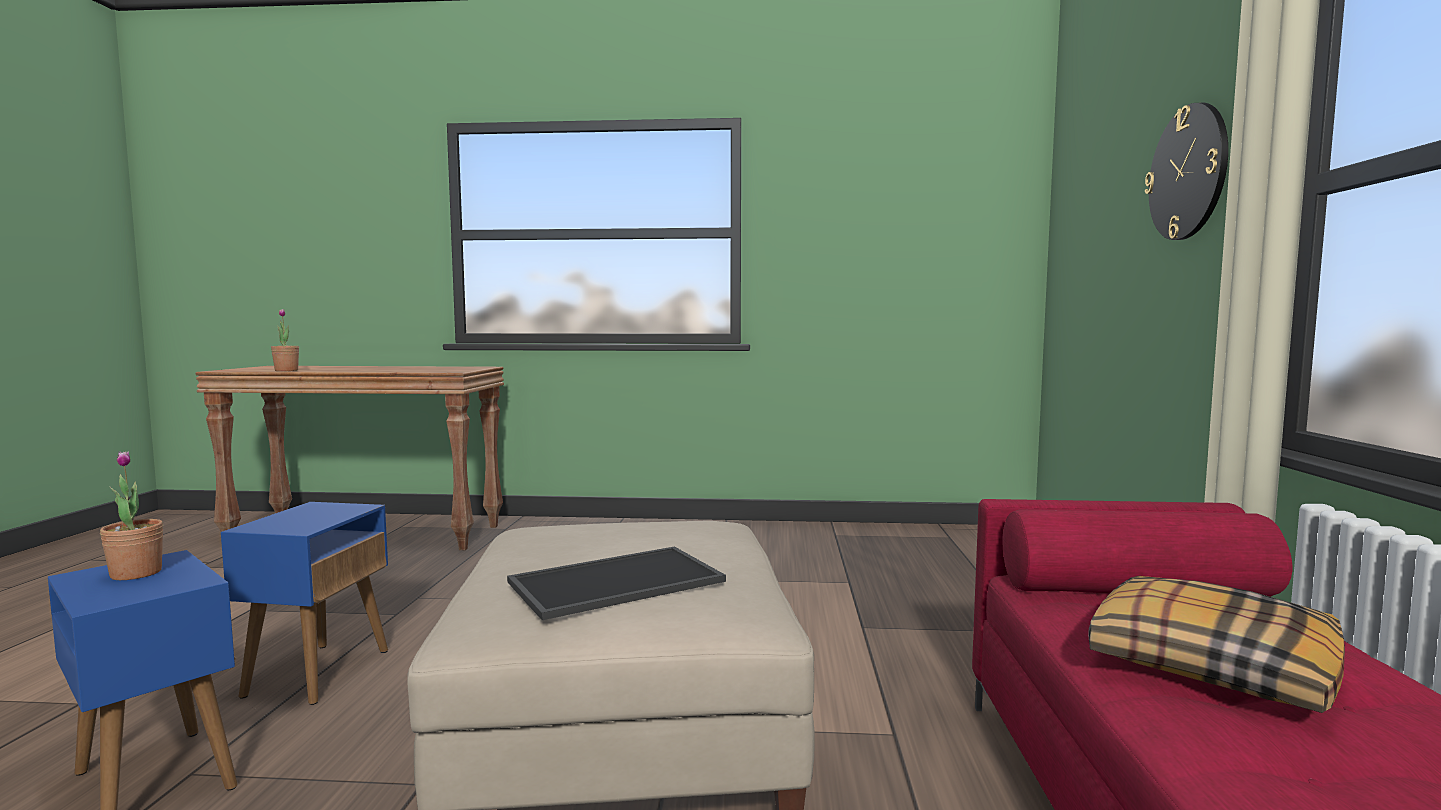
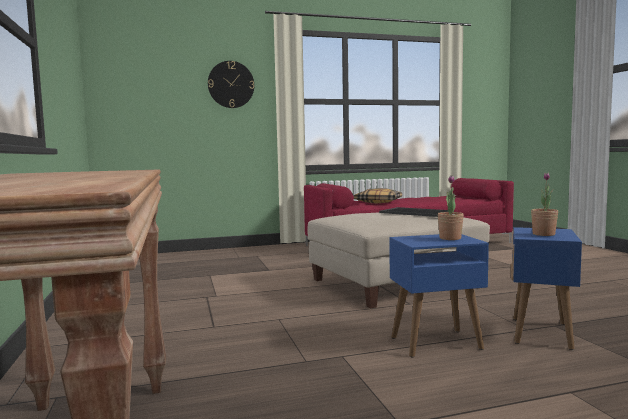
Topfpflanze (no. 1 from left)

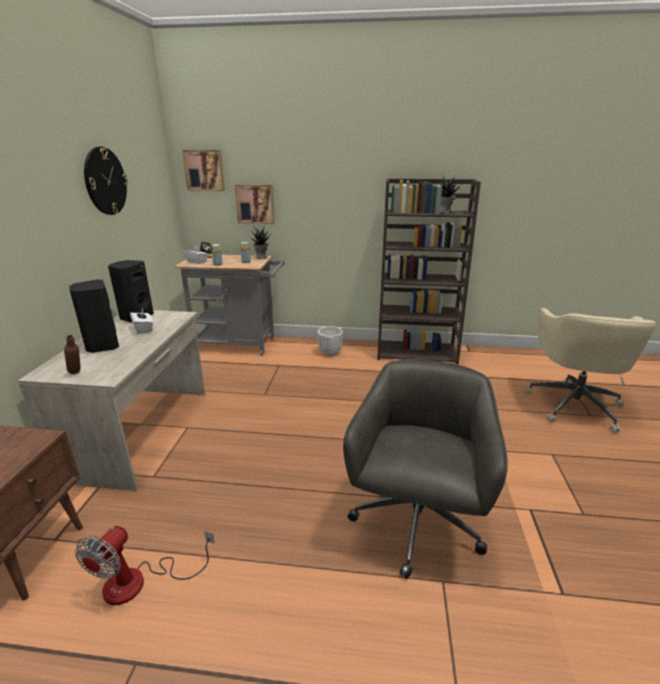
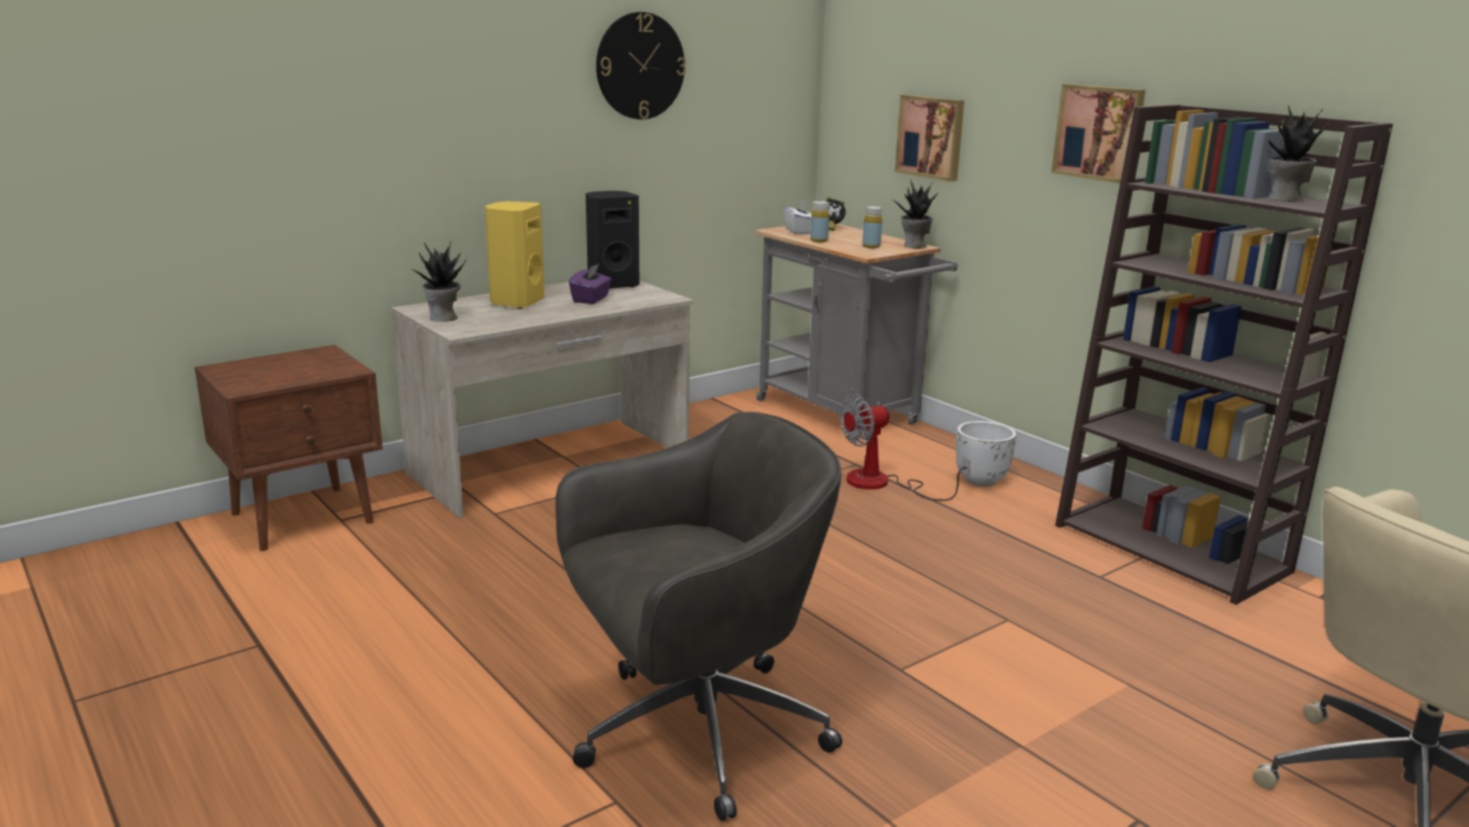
Topfpflanze (no. 1 from left)
Lautsprecher/gelb
Taschentuchbox/lila
Ventilator
Bild (no. 2 from left)

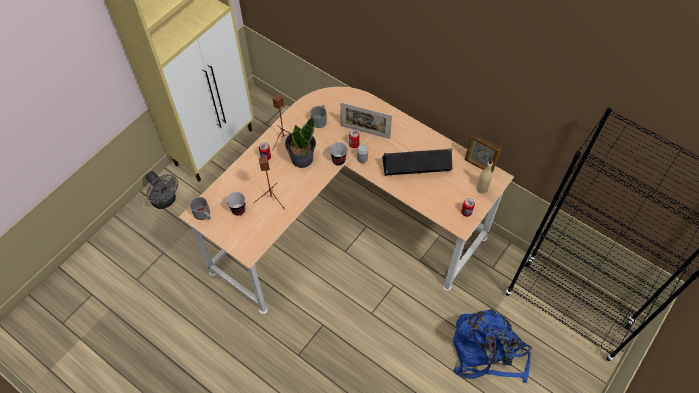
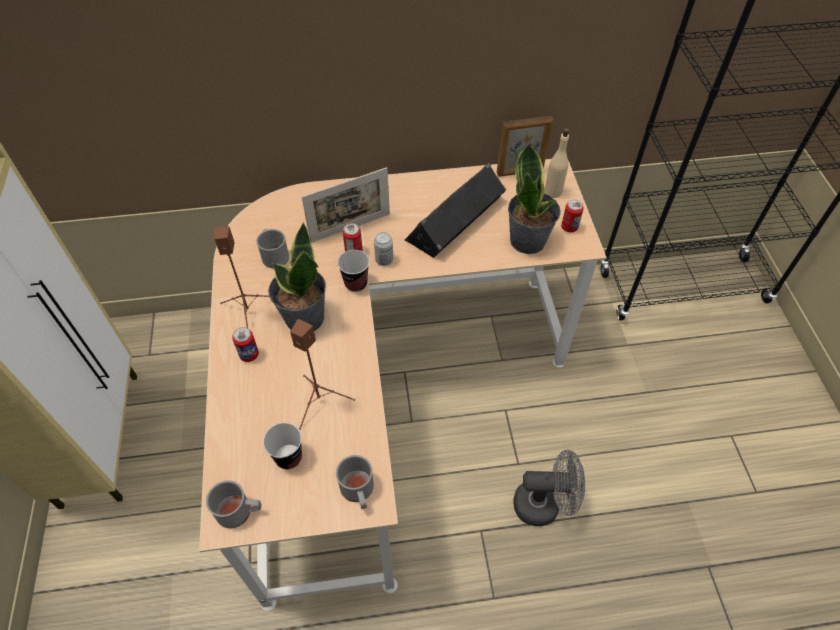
Henkelbecher/grau (no. 3 from left)
Topfpflanze (no. 2 from left)
Ventilator/grau
Rucksack/blau

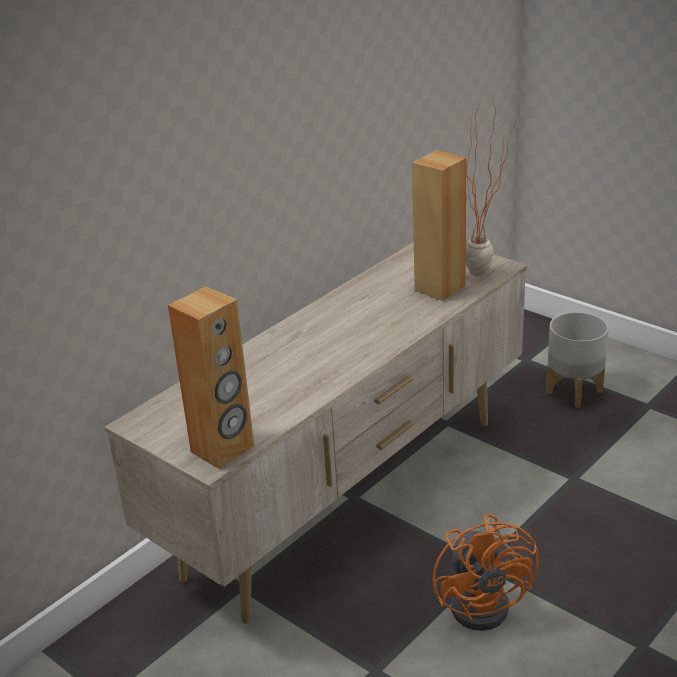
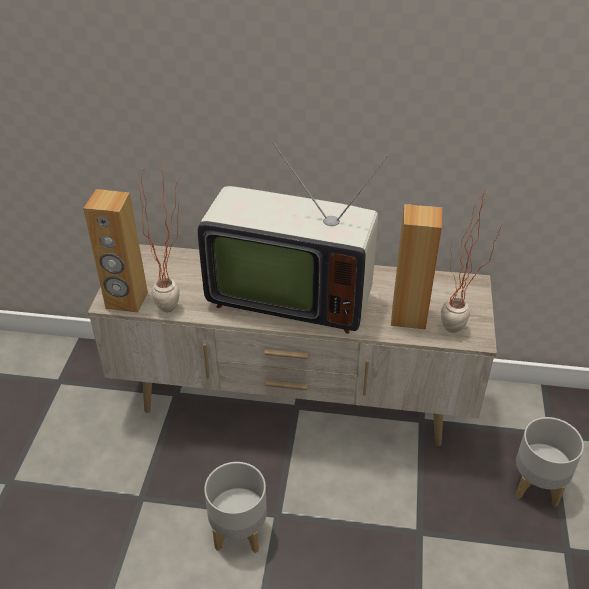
Topfpflanze (no. 1 from left)
Fernseher
Pflanzkübel/grau (no. 1 from left)

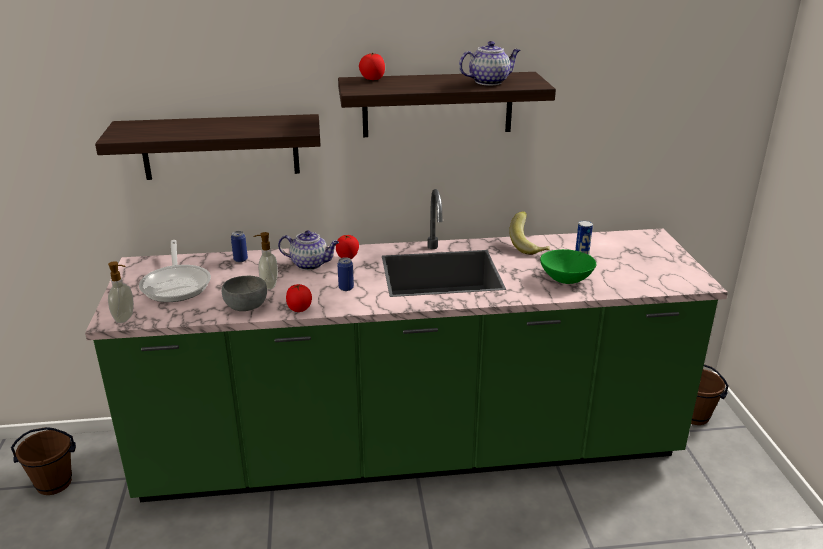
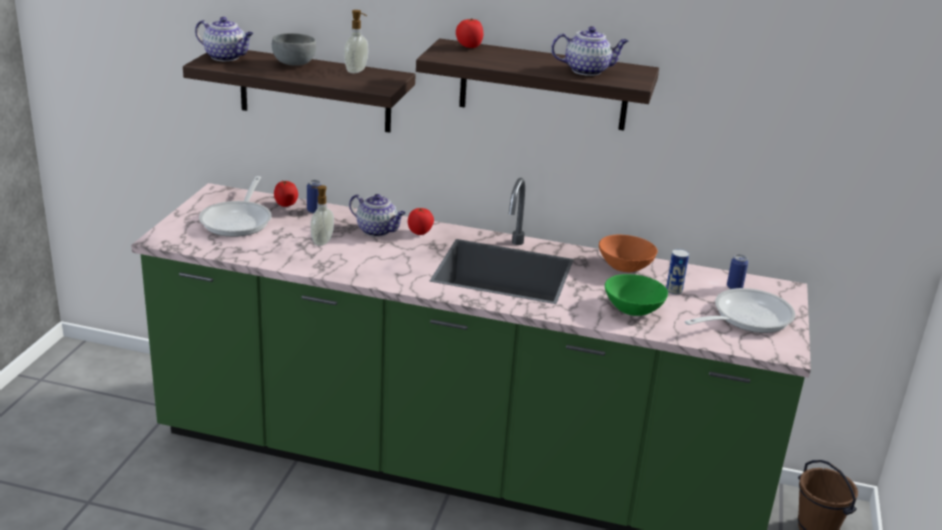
Teekanne (no. 1 from left)
Schüssel/grau
Tomate (no. 1 from left)
Seifenspender (no. 2 from left)
Schüssel/orange
Pfanne (no. 2 from left)
Dose (no. 3 from left)
Eimer/braun (no. 1 from left in the first image)

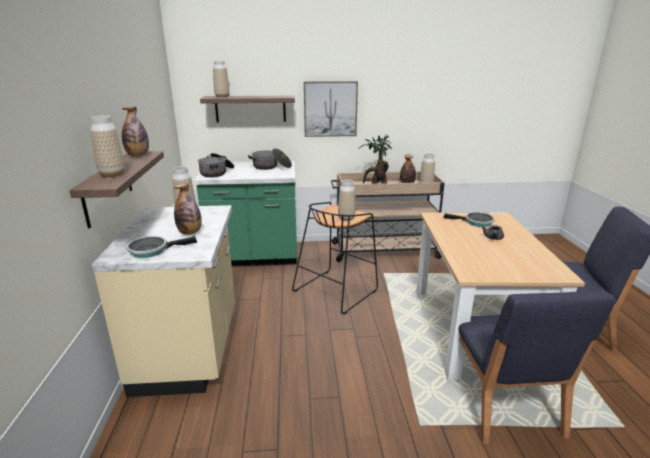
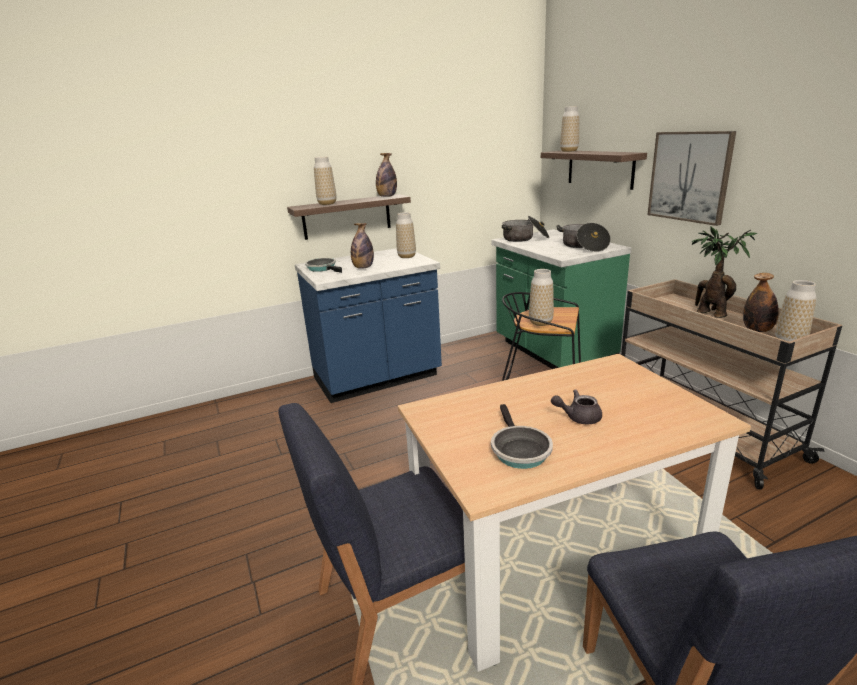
Küchenzeile/blau
Pfanne (no. 2 from left)

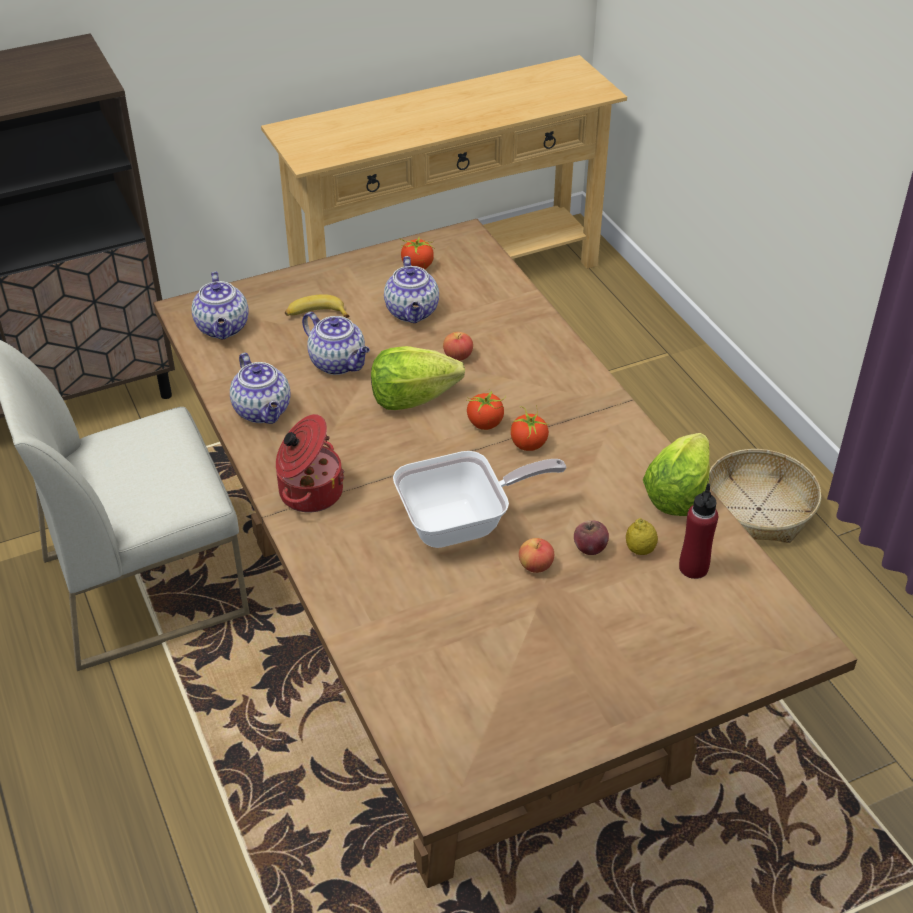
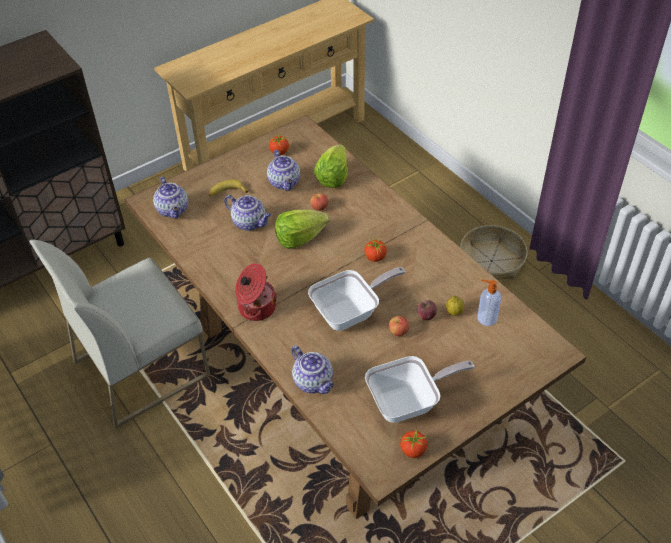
Teekanne (no. 4 from left)
Salatkopf (no. 2 from left)
Pfanne (no. 2 from left)
Tomate (no. 3 from left)
Seifenspender

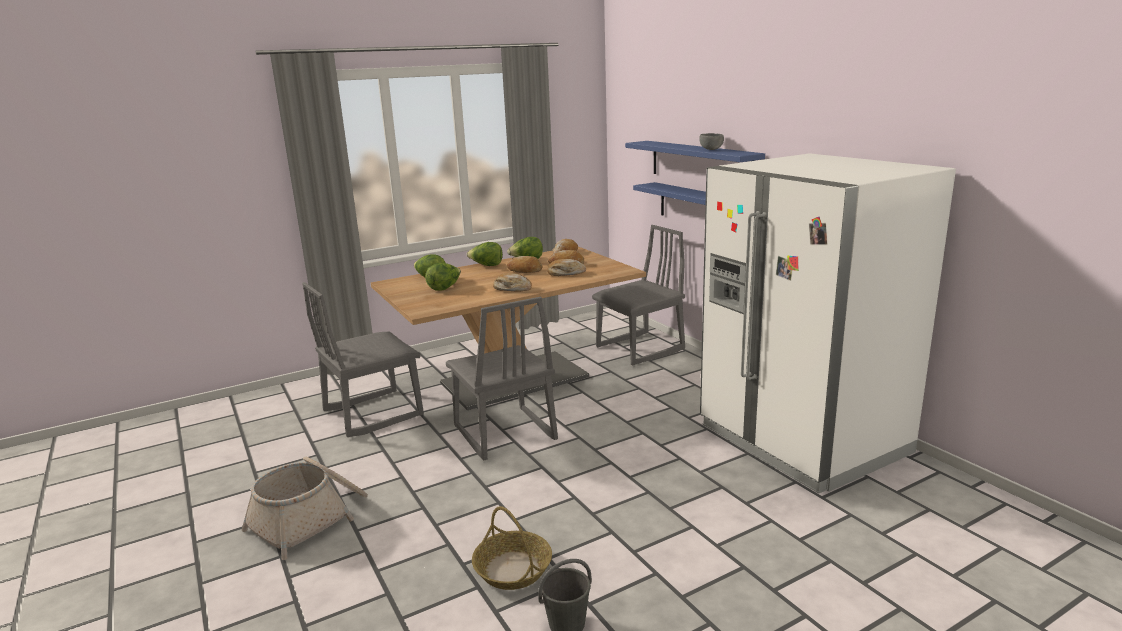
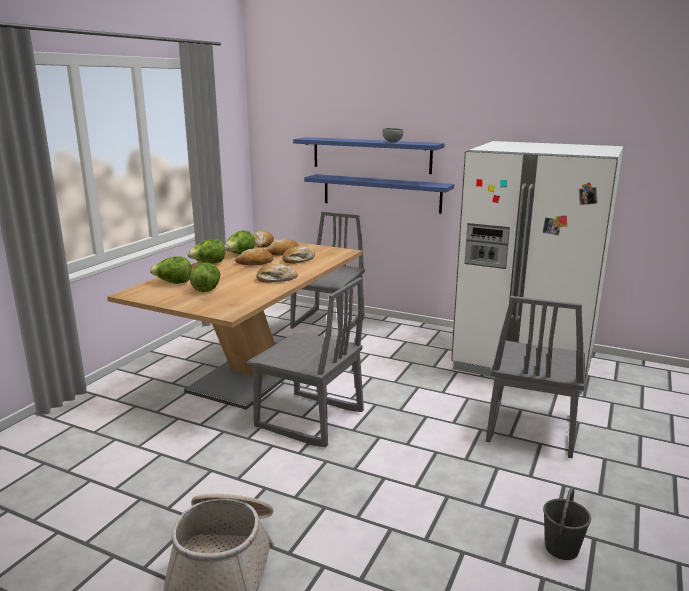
Stuhl/grau (no. 3 from left)
Korb (no. 2 from left in the first image)

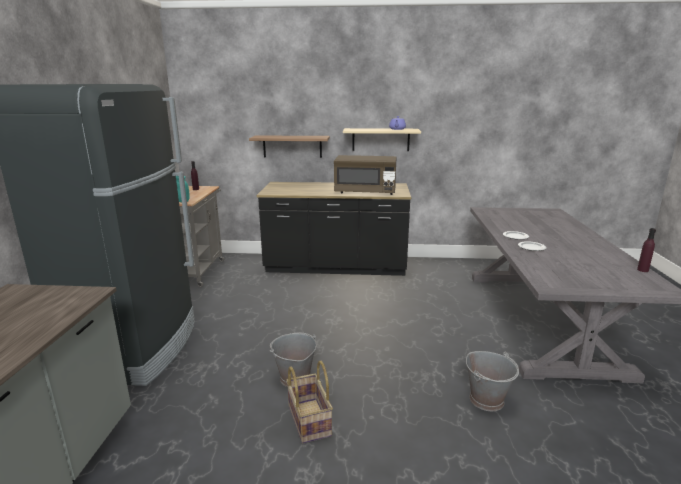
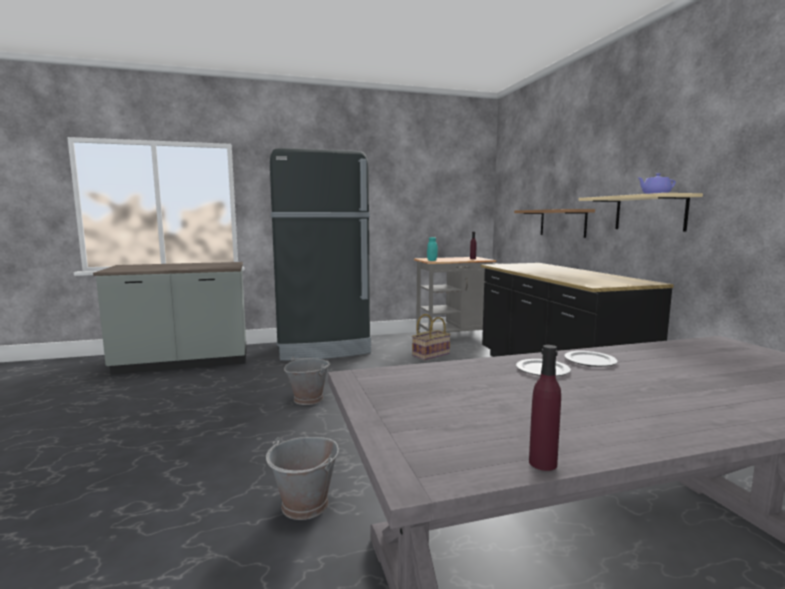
Korb
Mikrowelle/braun

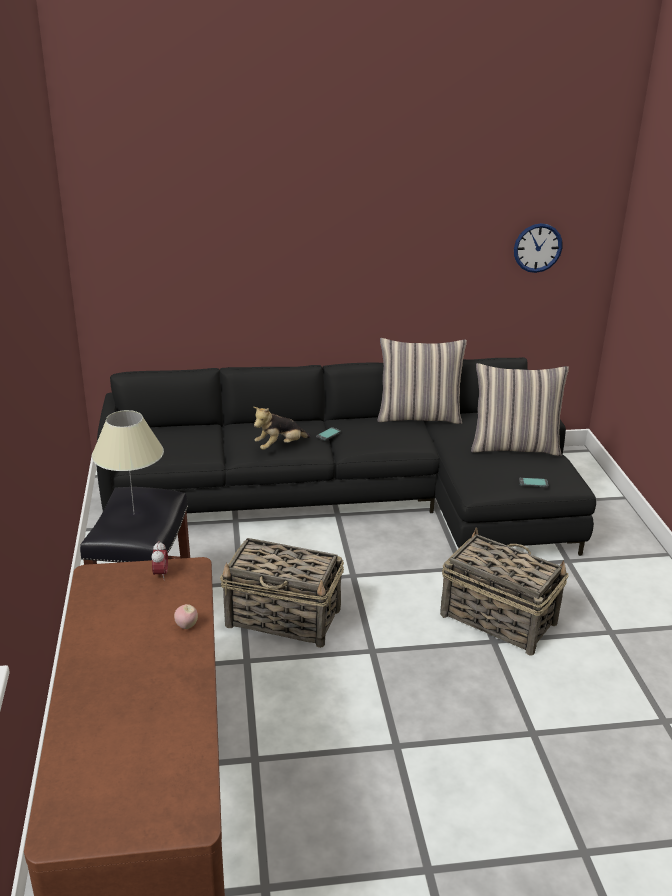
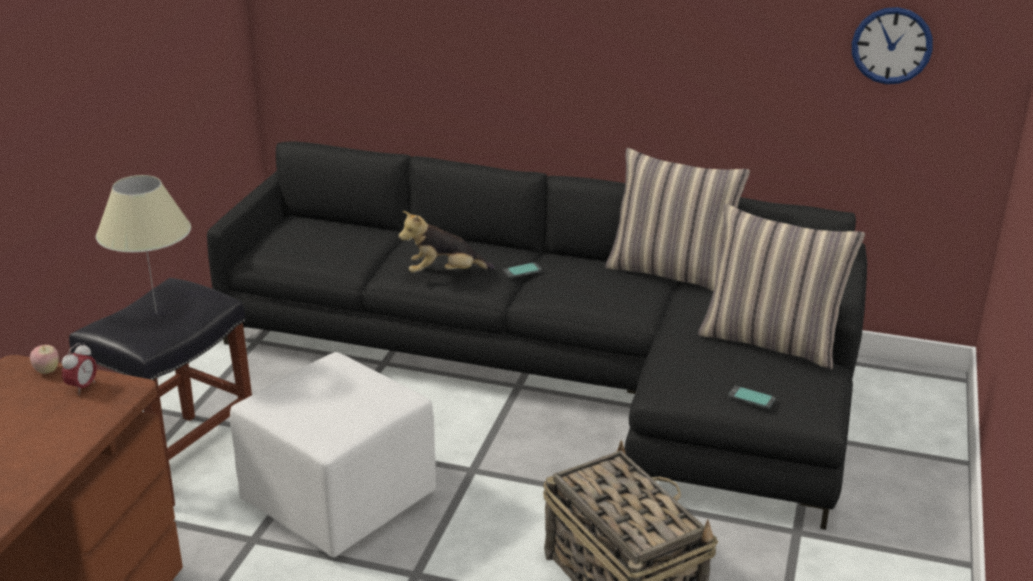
Apfel
Polsterhocker/weiß

